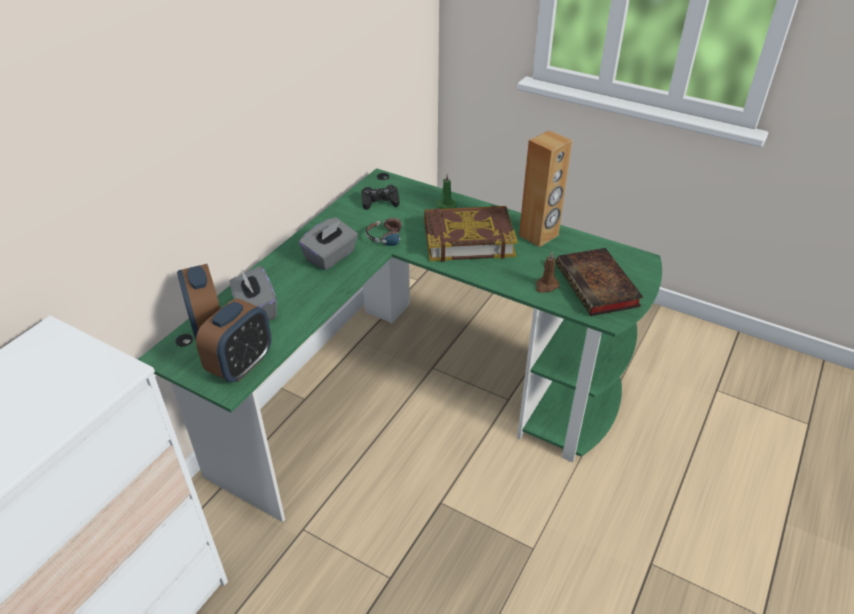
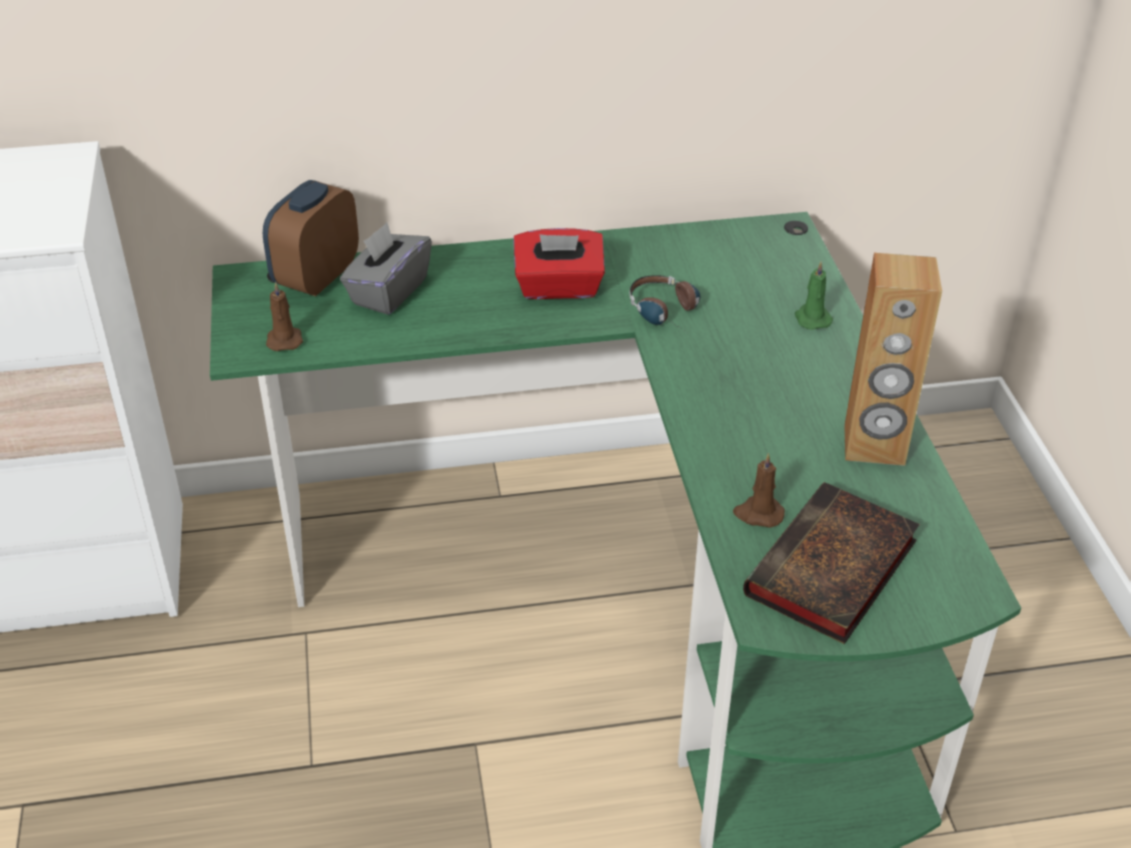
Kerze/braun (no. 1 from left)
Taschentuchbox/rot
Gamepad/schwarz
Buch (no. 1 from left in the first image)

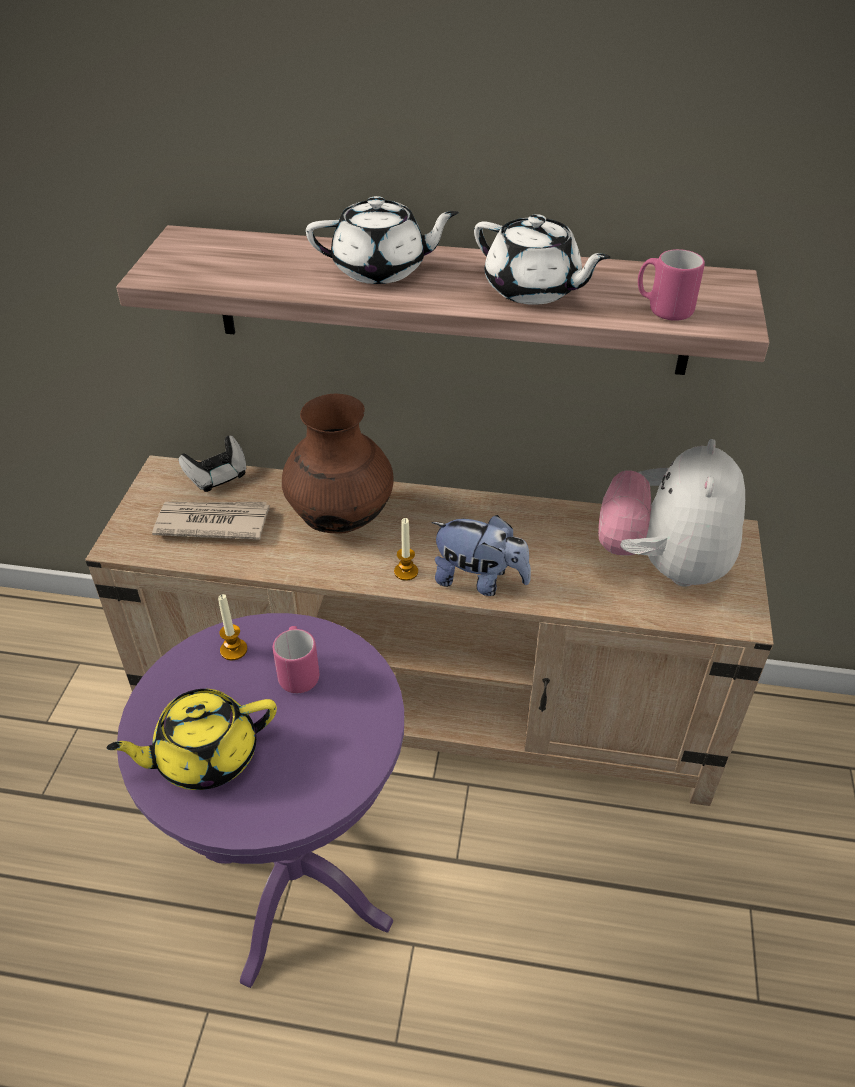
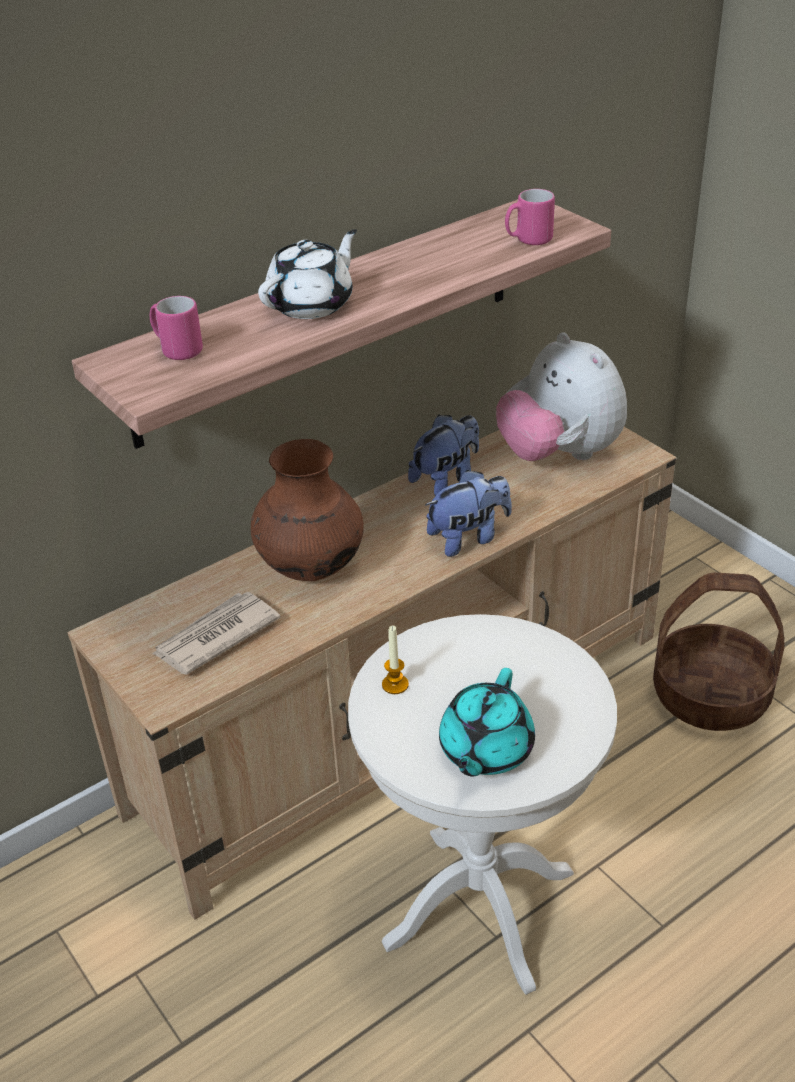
Henkelbecher/rosa (no. 1 from left)
Beistelltisch/weiß
Plüschtier (no. 1 from left)
Teekanne/türkis
Korb
Gamepad
Kerze (no. 2 from left in the first image)
Teekanne/weiß (no. 2 from left in the first image)

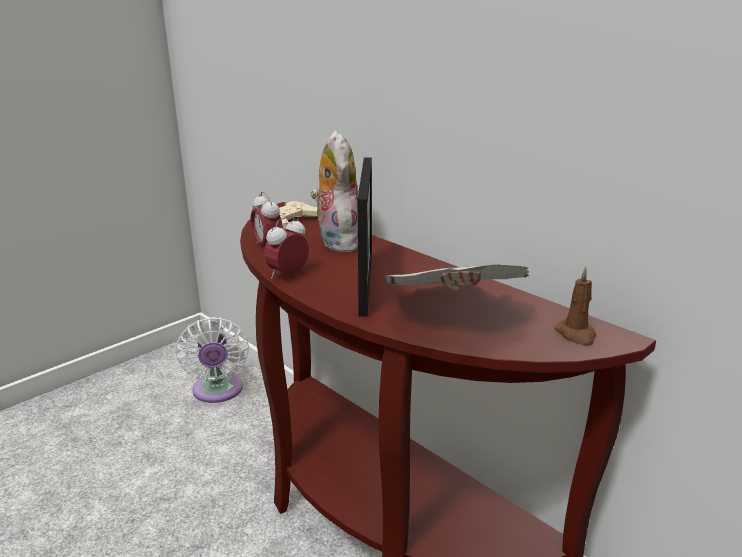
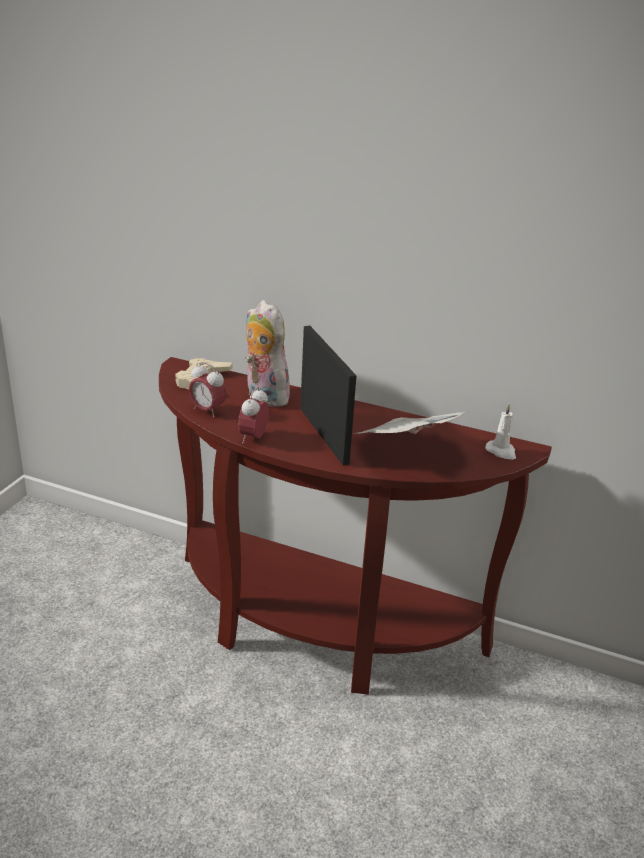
Kerze/weiß
Ventilator/weiß

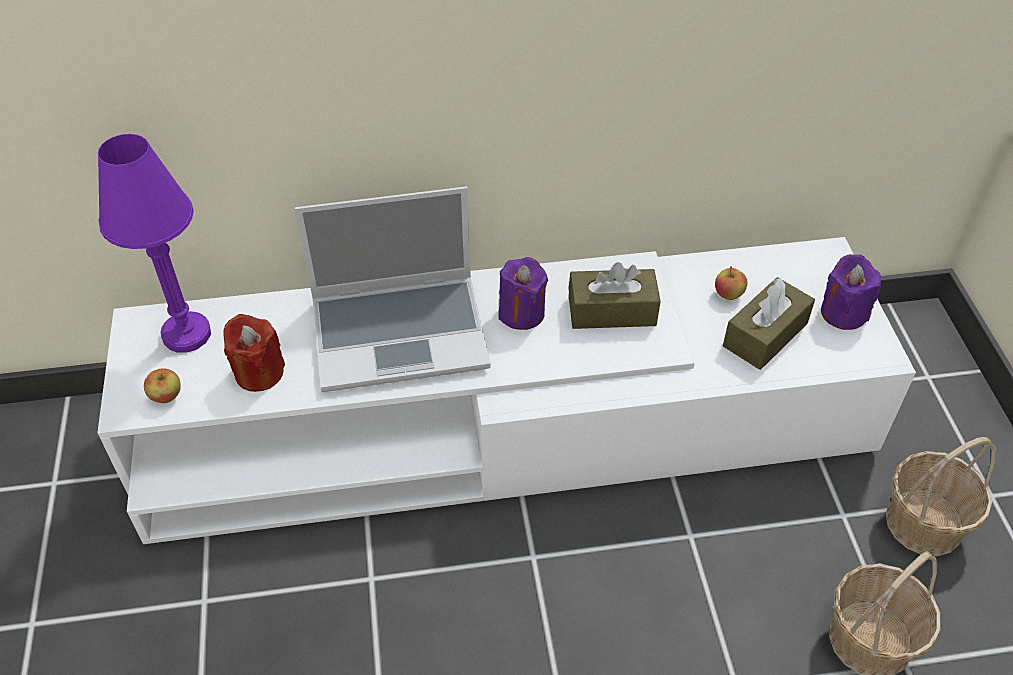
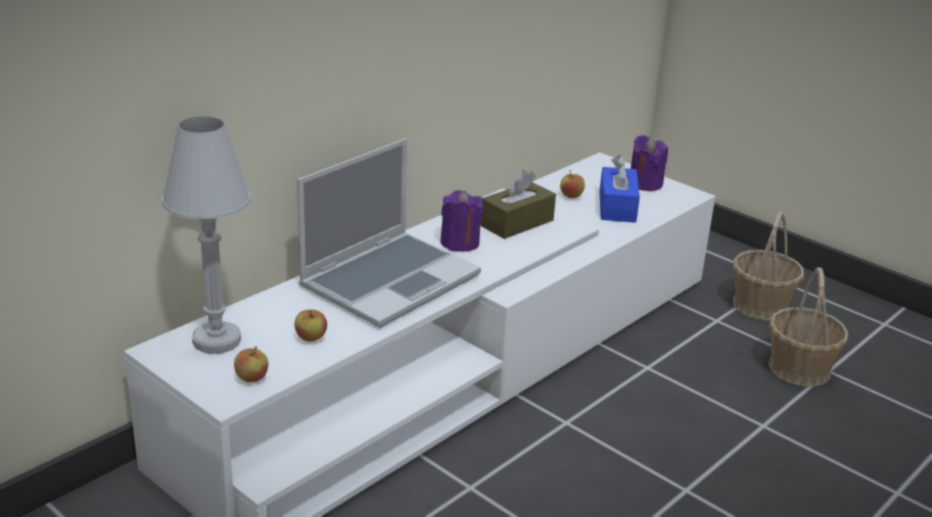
Tischlampe/weiß
Apfel (no. 2 from left)
Taschentuchbox/blau

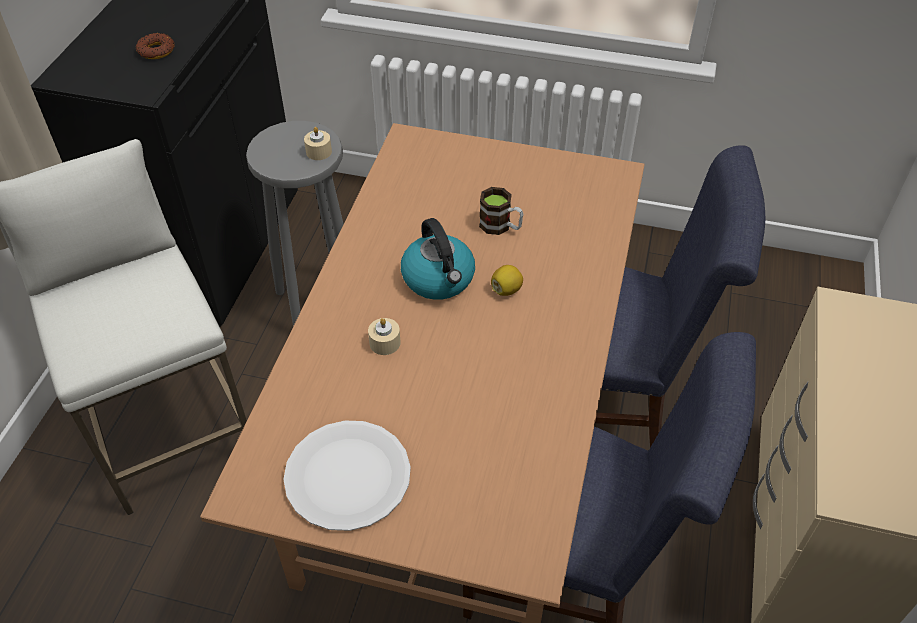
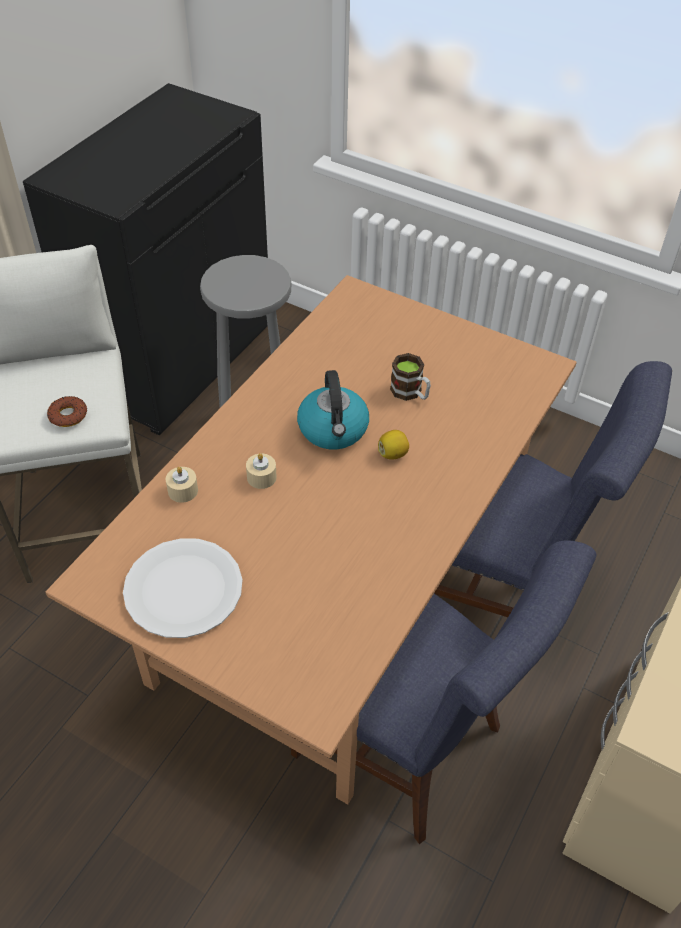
Donut
Kerze/beige (no. 1 from left)

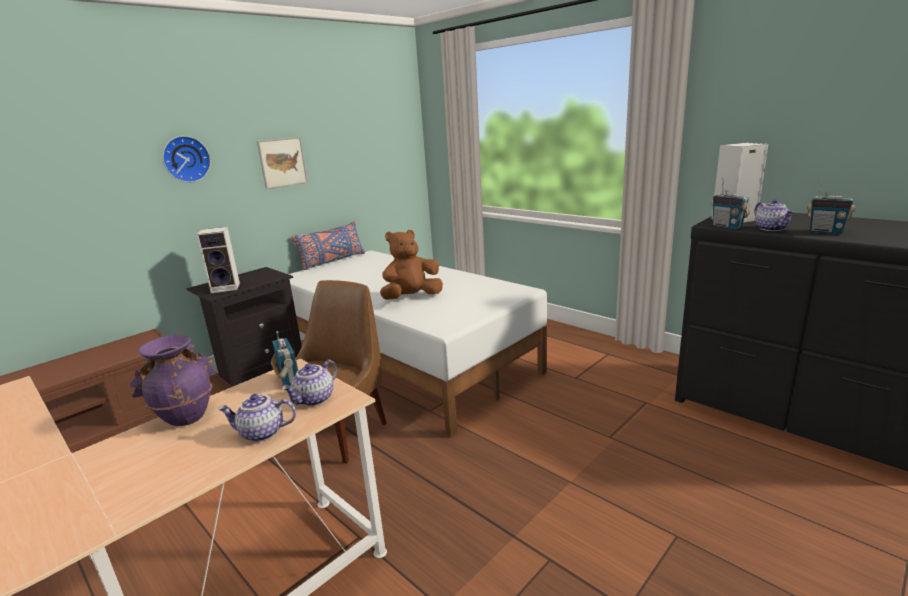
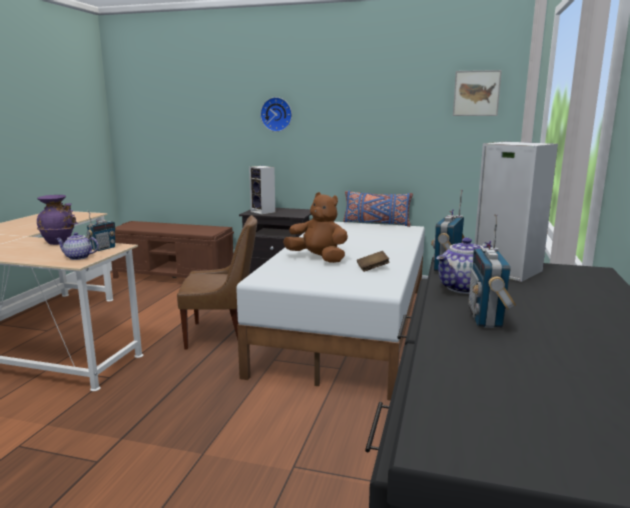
Buch/braun
Bild
Teekanne (no. 1 from left in the first image)

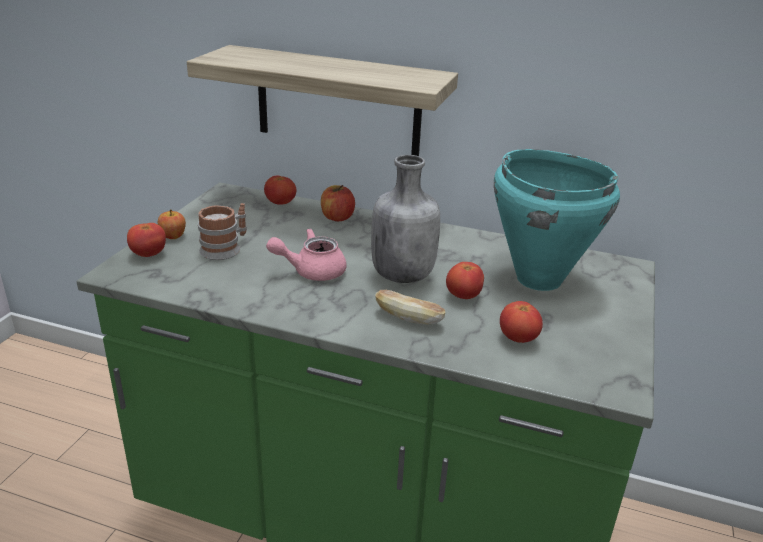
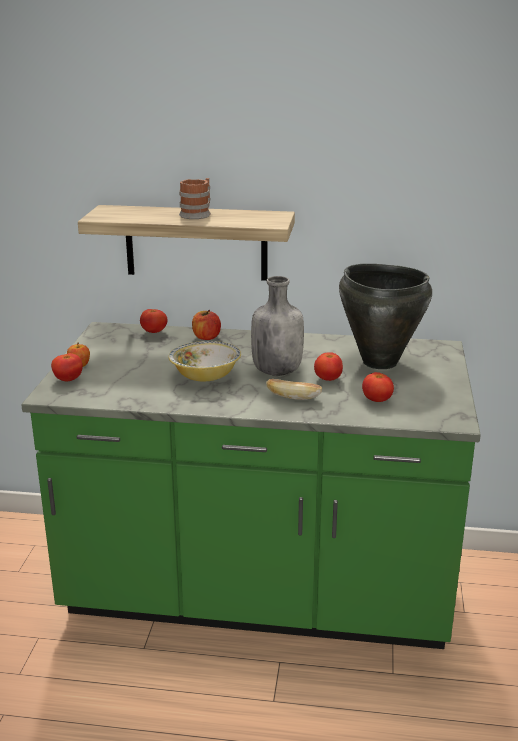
Schüssel
Henkelbecher
Kochtopf/schwarz

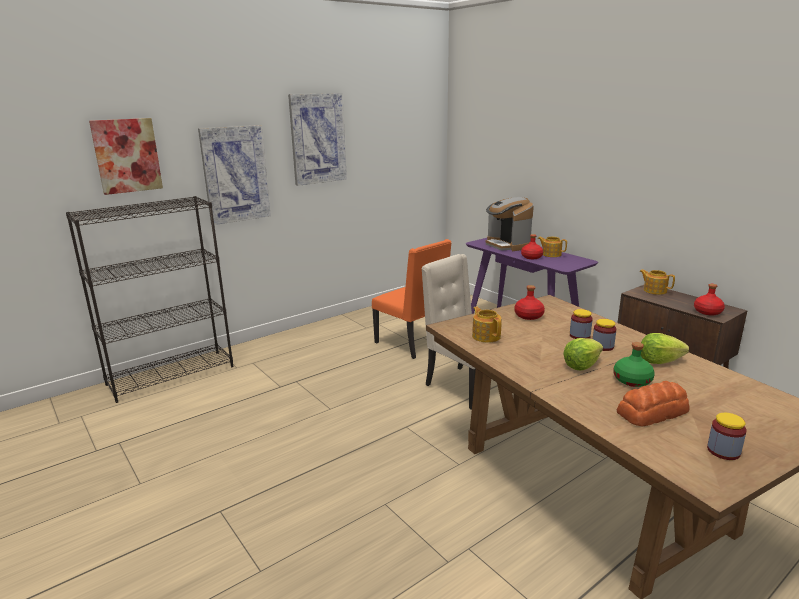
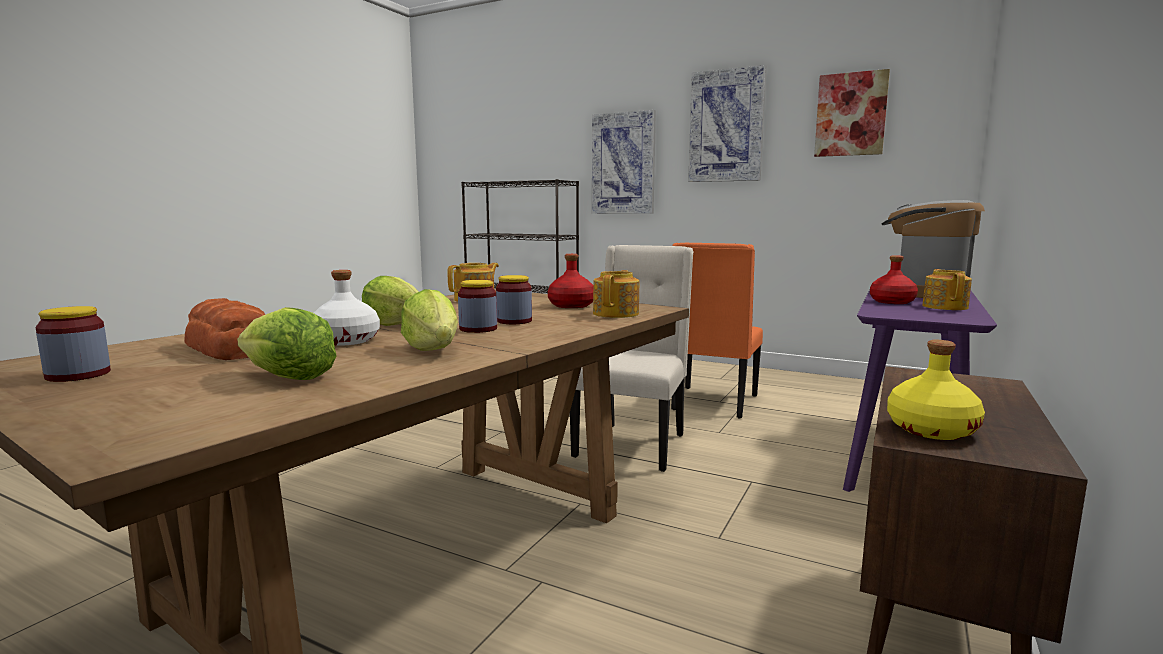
Salatkopf (no. 1 from left)
Flasche/weiß
Teekanne (no. 2 from left)
Bild (no. 3 from left)
Flasche/gelb

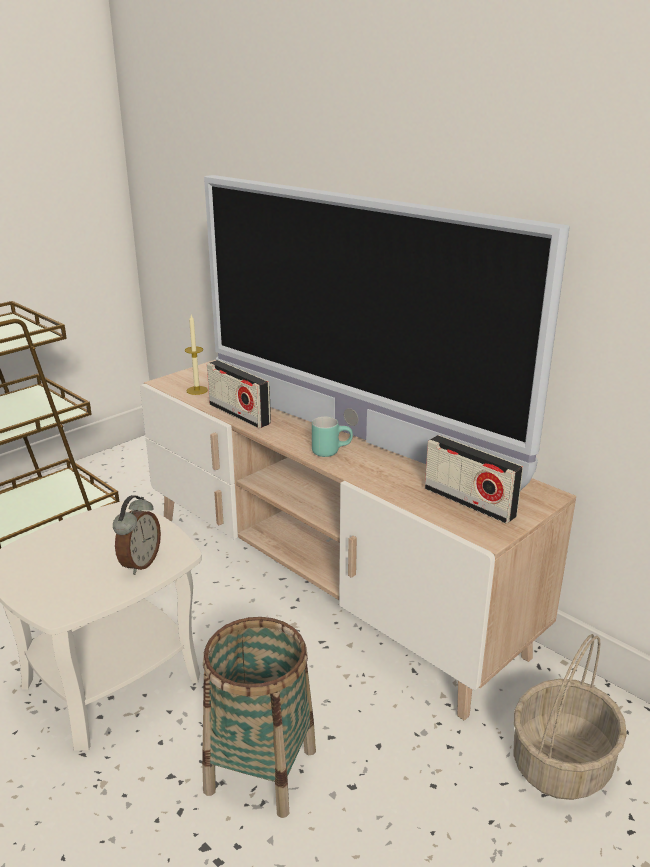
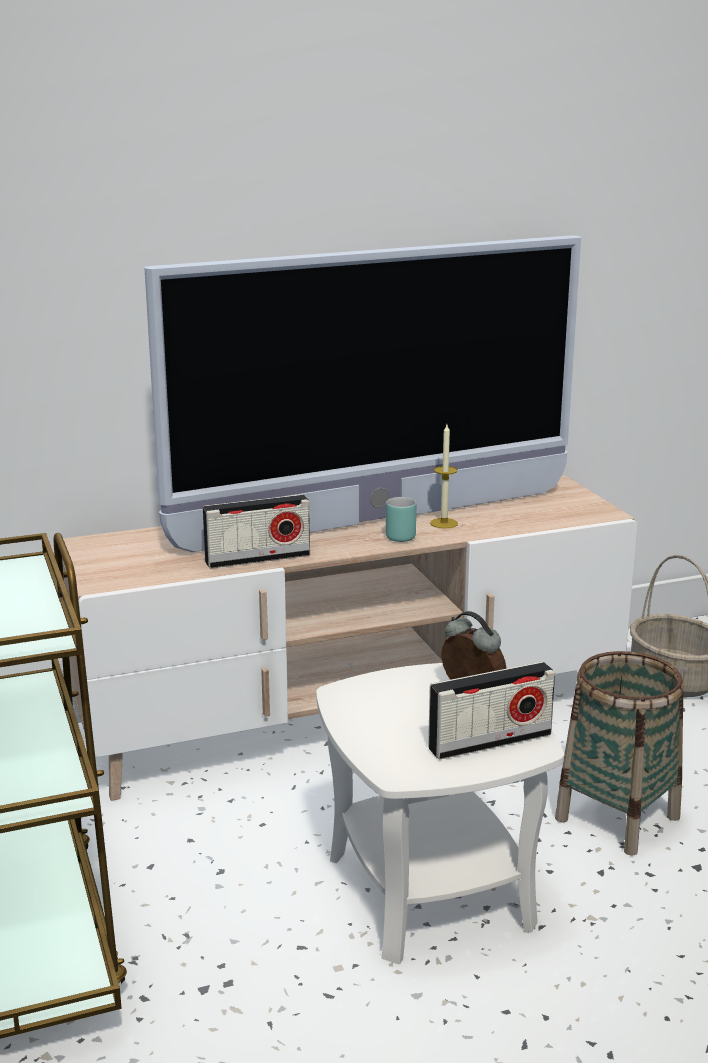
Radio (no. 2 from left)
Kerze

